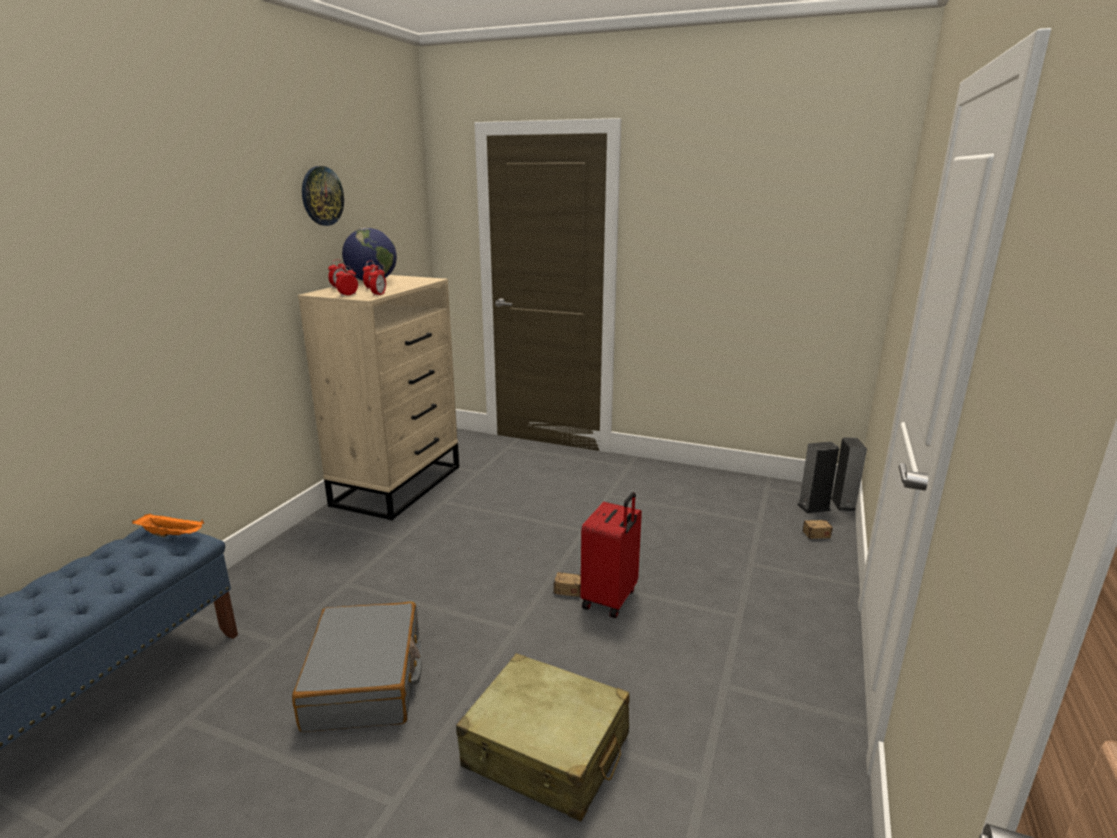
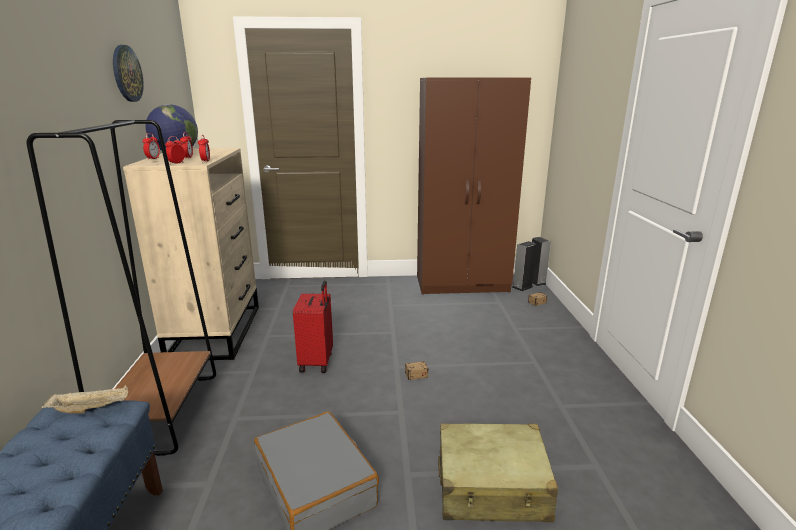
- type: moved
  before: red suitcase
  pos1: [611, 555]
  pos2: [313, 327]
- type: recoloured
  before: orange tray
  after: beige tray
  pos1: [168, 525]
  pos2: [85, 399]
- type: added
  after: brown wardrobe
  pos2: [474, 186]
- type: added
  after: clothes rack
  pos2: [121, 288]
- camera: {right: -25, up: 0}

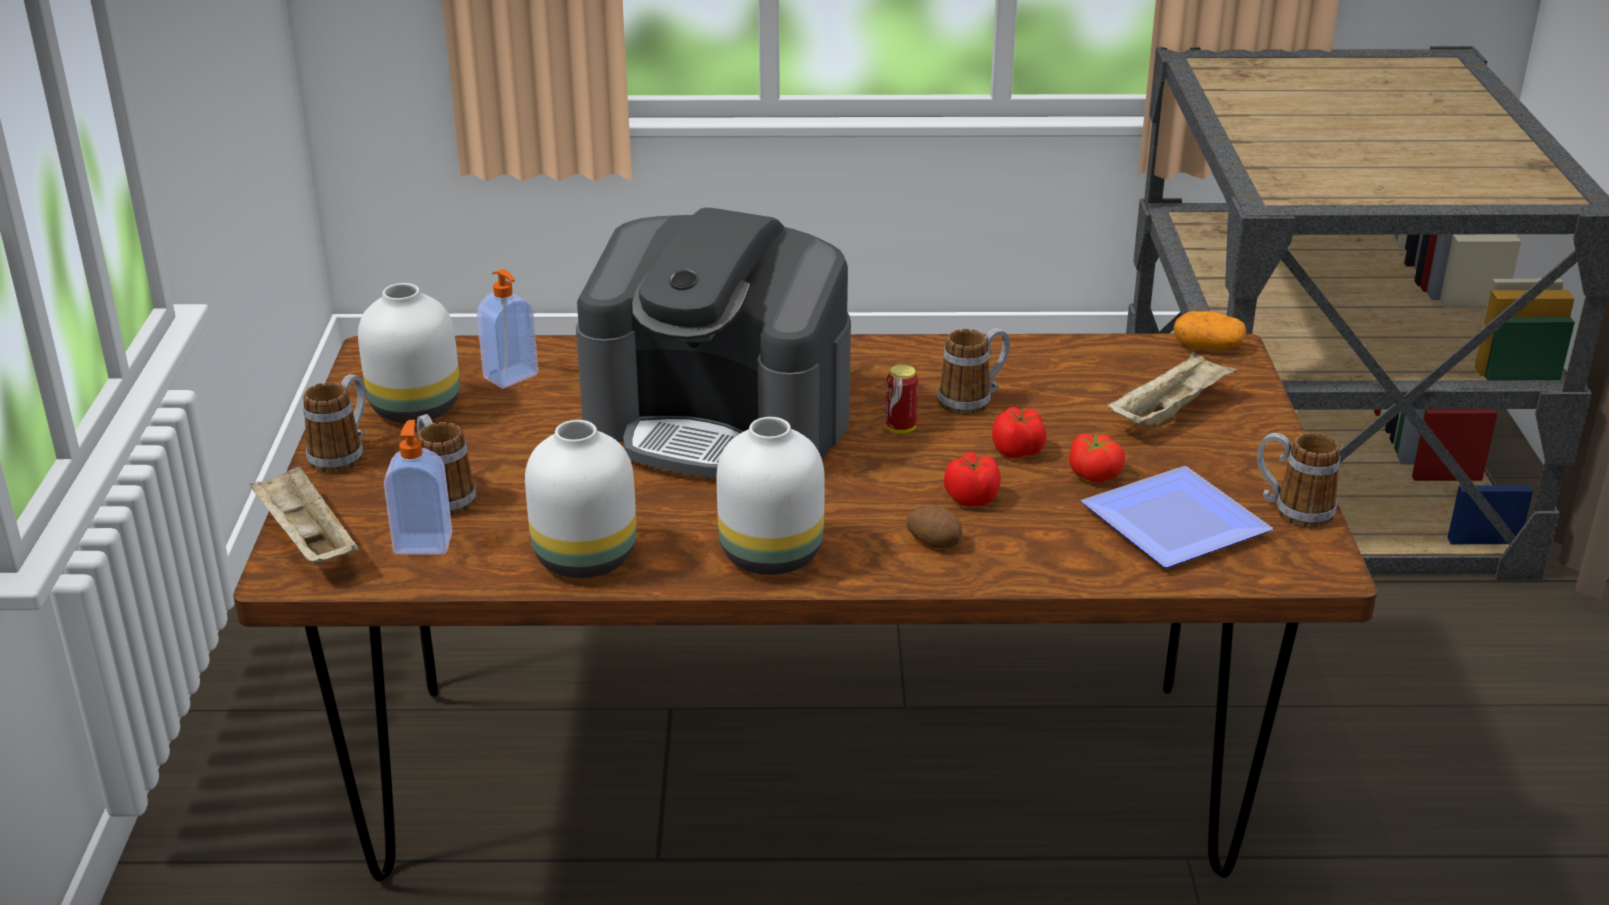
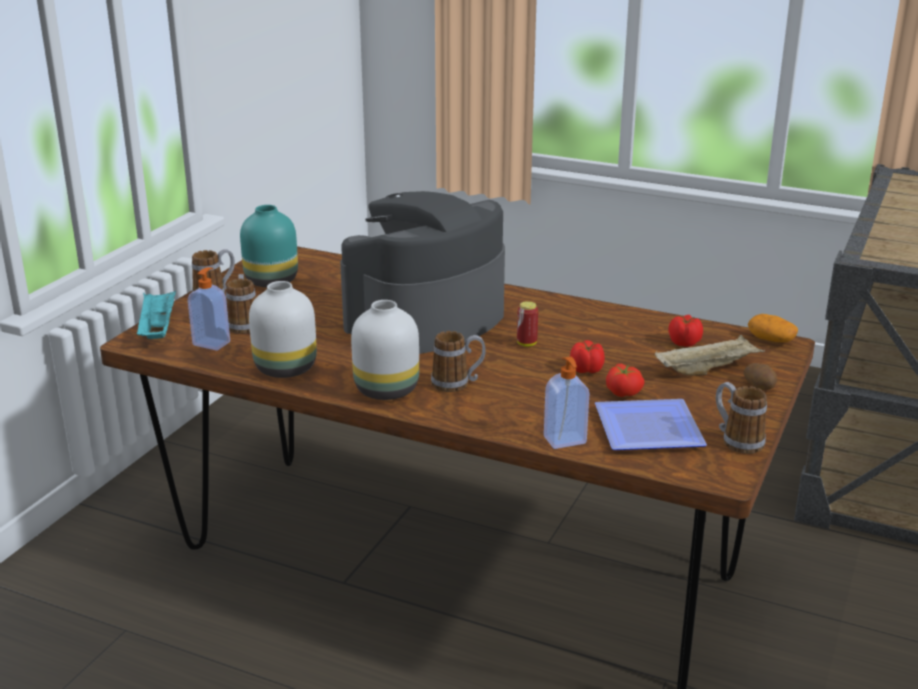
- type: turned
  before: coffee machine
  pos1: [713, 342]
  pos2: [422, 272]
  turn: 90
- type: moved
  before: soap dispenser
  pos1: [507, 329]
  pos2: [566, 403]
- type: recoloured
  before: white vase
  after: turquoise vase
  pos1: [409, 353]
  pos2: [269, 246]
- type: moved
  before: mug
  pos1: [974, 371]
  pos2: [458, 361]
- type: moved
  before: tomato
  pos1: [972, 479]
  pos2: [685, 331]
- type: recoloured
  before: beige tray
  after: turquoise tray
  pos1: [304, 513]
  pos2: [156, 315]
- type: moved
  before: potato
  pos1: [934, 527]
  pos2: [760, 376]
- camera: {right: 25, up: -5}

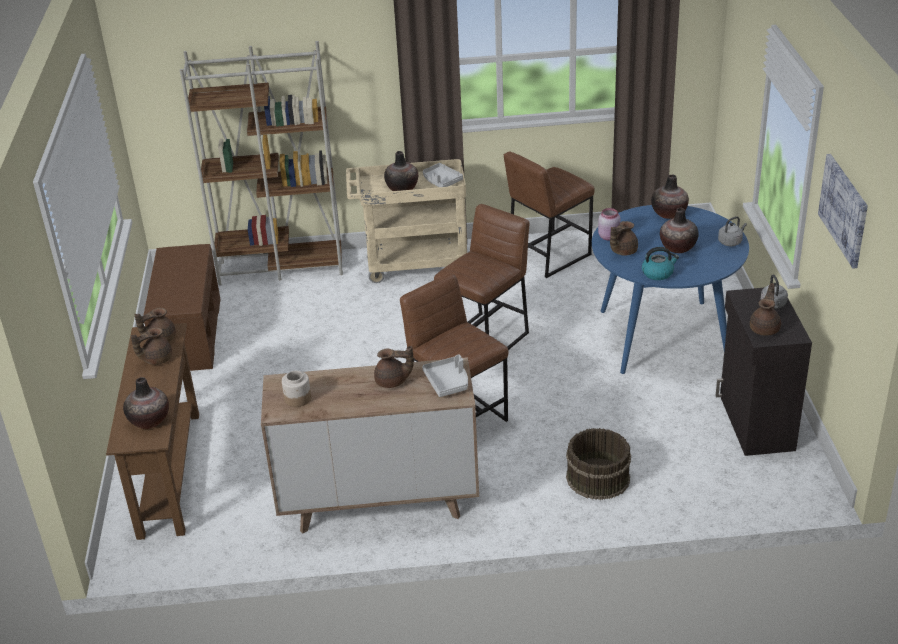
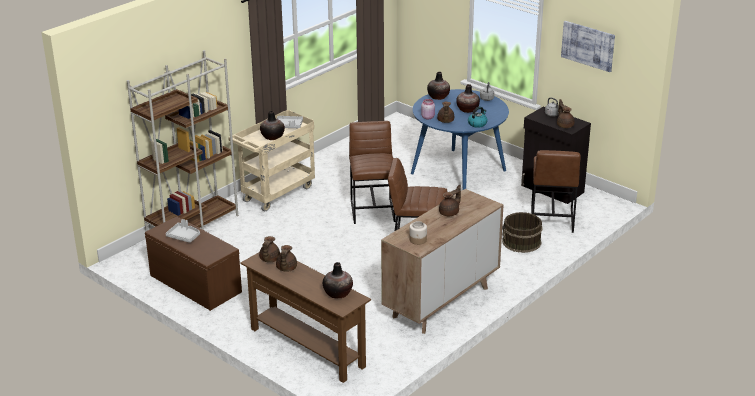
- type: moved
  before: brown chair
  pos1: [549, 214]
  pos2: [556, 191]
- type: moved
  before: grey tray
  pos1: [445, 375]
  pos2: [183, 231]
- camera: {right: -45, up: -5}

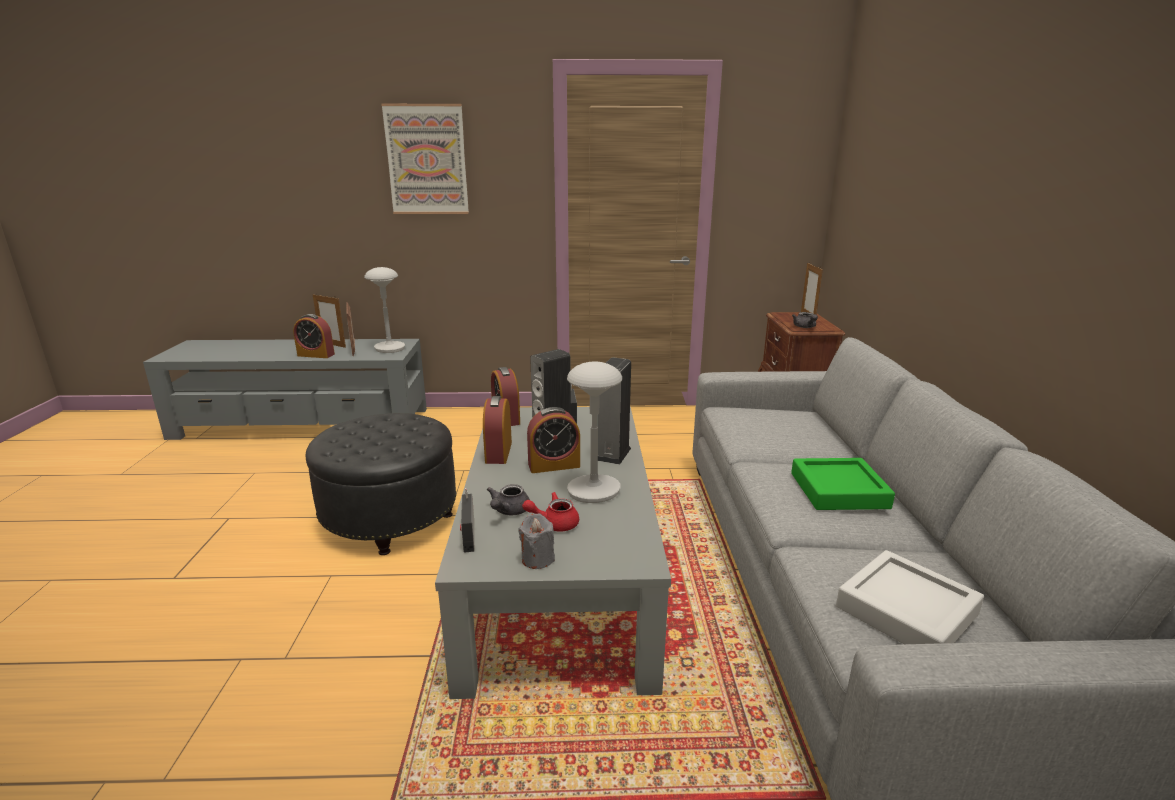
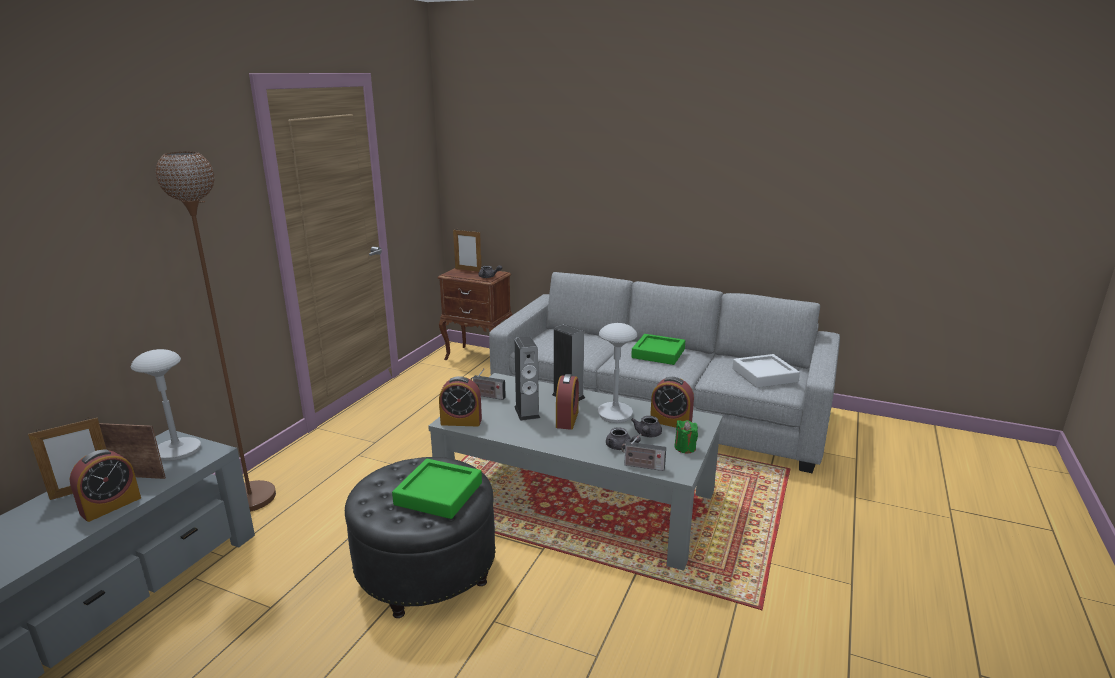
- type: removed
  before: picture
  pos1: [425, 159]
- type: moved
  before: alarm clock
  pos1: [497, 430]
  pos2: [672, 402]
- type: recoloured
  before: red teapot
  after: grey teapot
  pos1: [550, 511]
  pos2: [646, 426]
- type: recoloured
  before: grey candle
  after: green candle
  pos1: [537, 541]
  pos2: [686, 436]
- type: added
  after: brown floor lamp
  pos2: [216, 331]
- type: added
  after: green tray
  pos2: [437, 489]
- camera: {right: -65, up: 0}

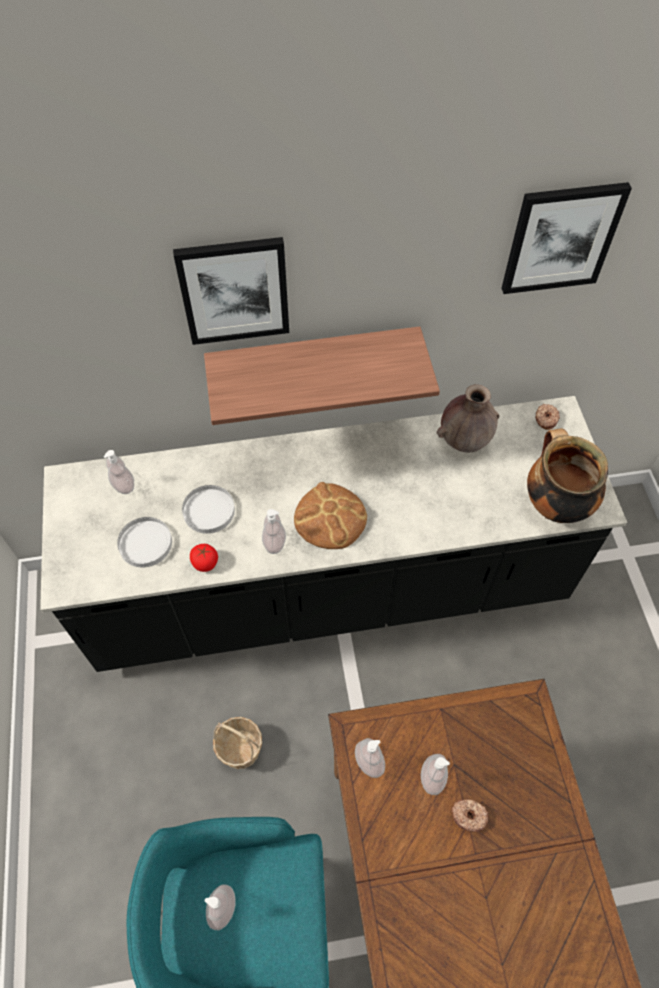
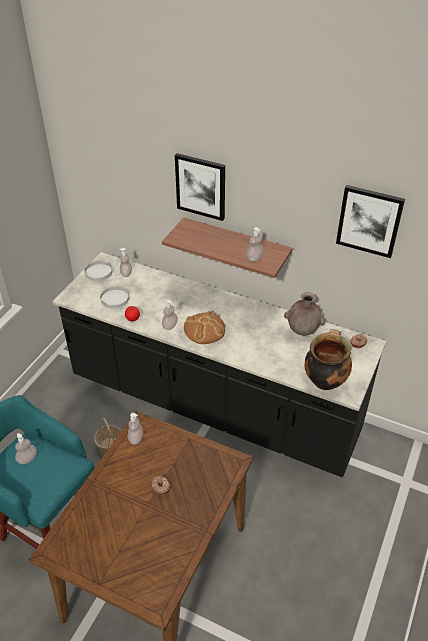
- type: moved
  before: white plate
  pos1: [208, 509]
  pos2: [98, 271]
- type: moved
  before: soap dispenser
  pos1: [435, 774]
  pos2: [255, 244]
- camera: {right: 35, up: -15}

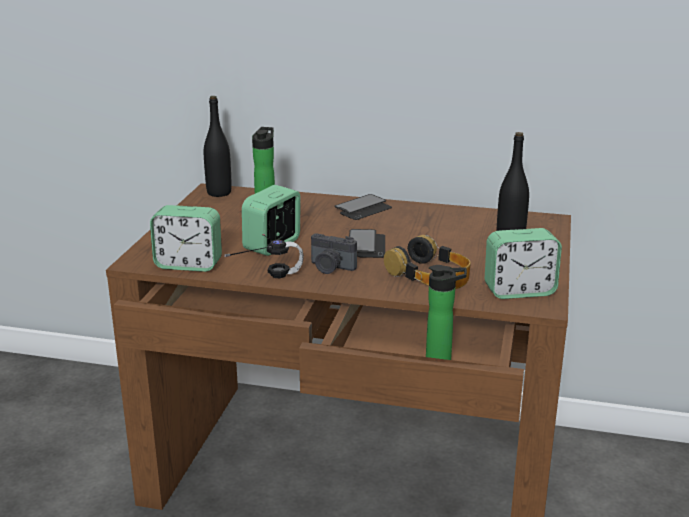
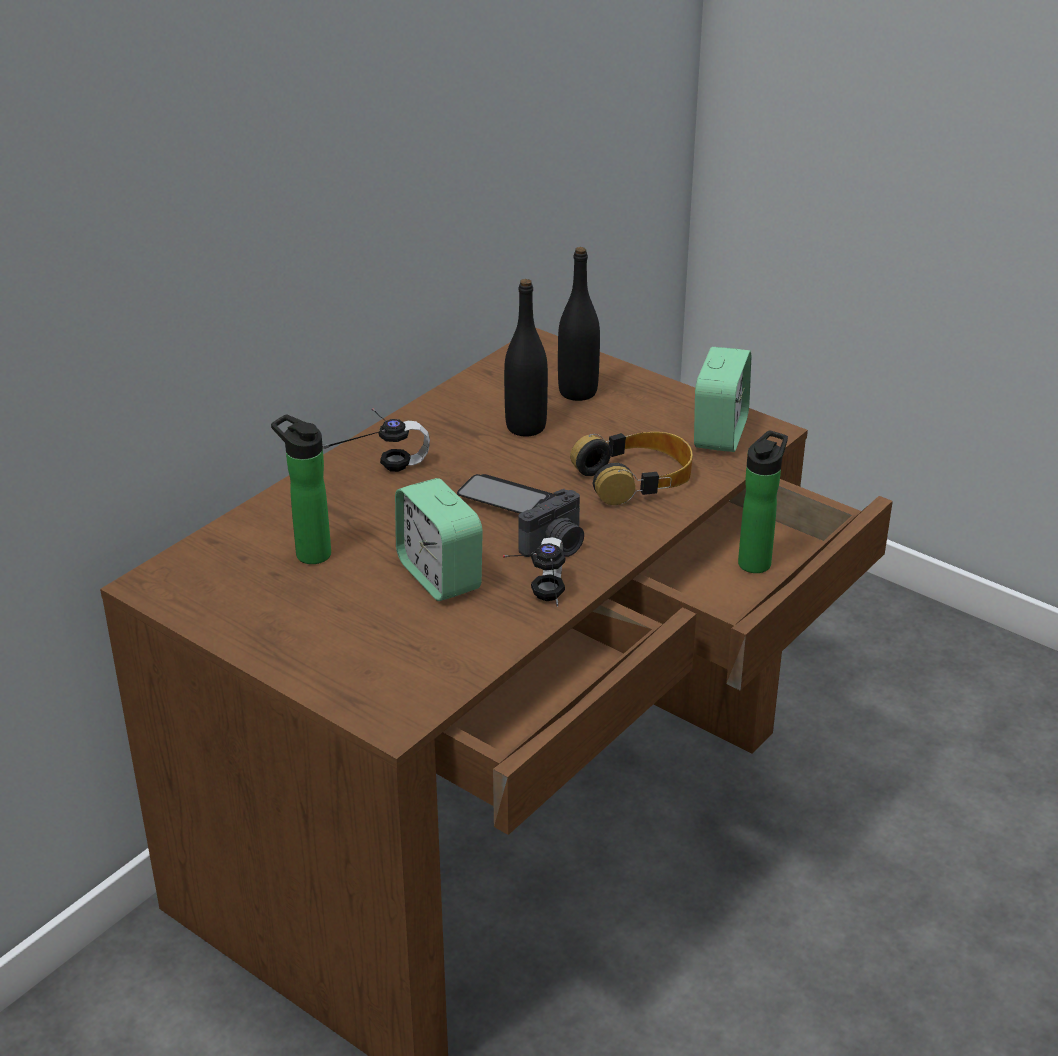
- type: moved
  before: black bottle
  pos1: [218, 146]
  pos2: [526, 357]
- type: replaced
  before: phone
  after: headphones
  pos1: [363, 207]
  pos2: [376, 440]
- type: removed
  before: alarm clock
  pos1: [186, 238]
- camera: {right: -65, up: 10}

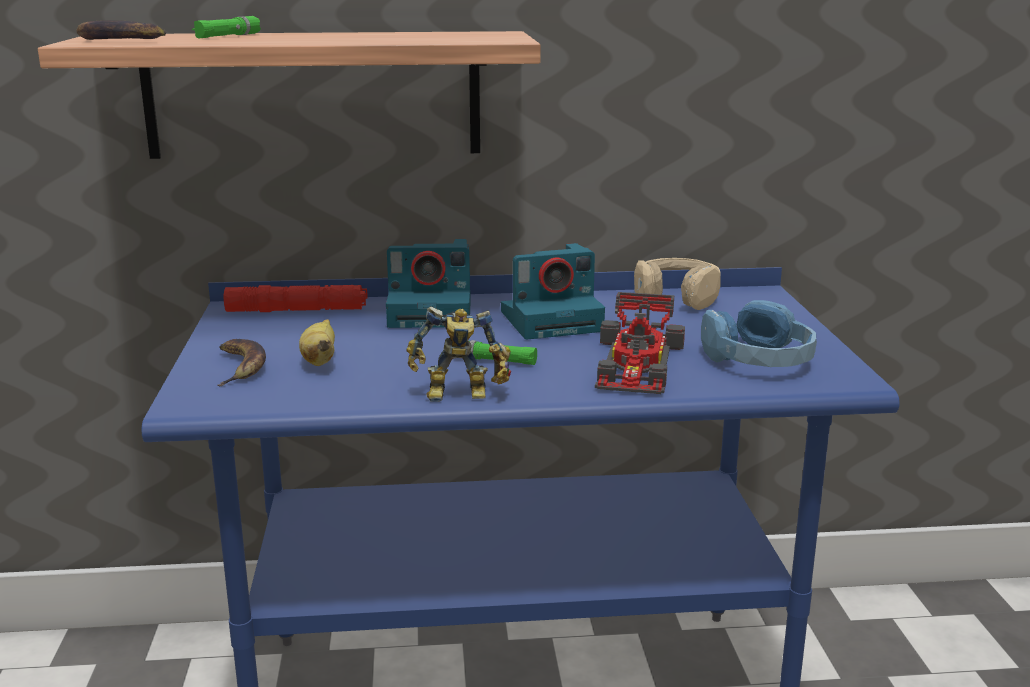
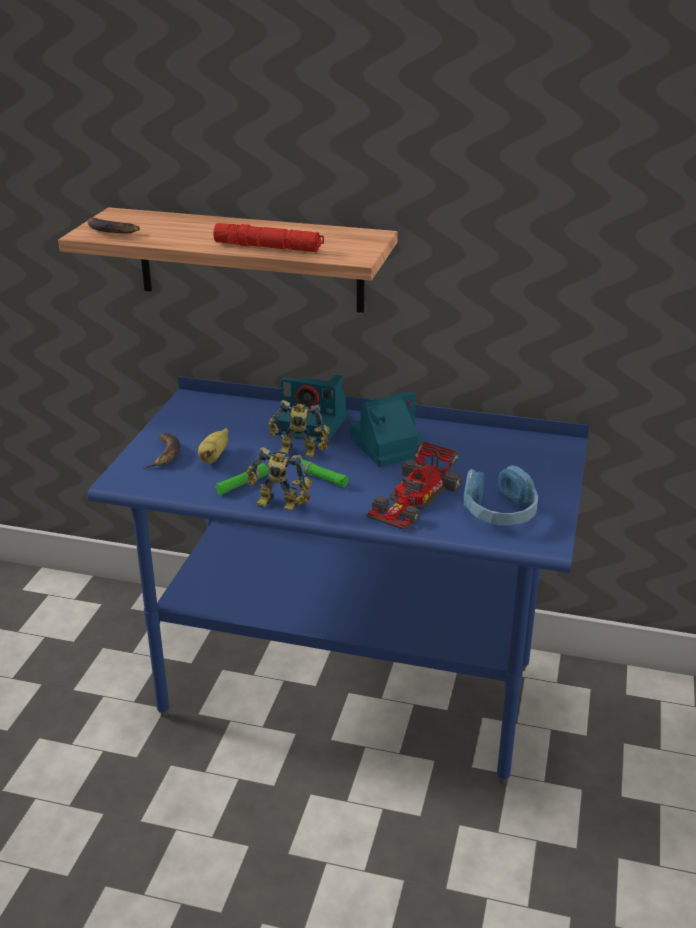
- type: moved
  before: green flashlight
  pos1: [226, 27]
  pos2: [242, 479]
- type: turned
  before: photo camera
  pos1: [553, 291]
  pos2: [387, 429]
  turn: 150
- type: removed
  before: beige headphones
  pos1: [677, 284]
- type: moved
  before: red flashlight
  pos1: [296, 298]
  pos2: [268, 237]
- type: added
  after: toy robot
  pos2: [299, 428]
- camera: {right: 20, up: 10}

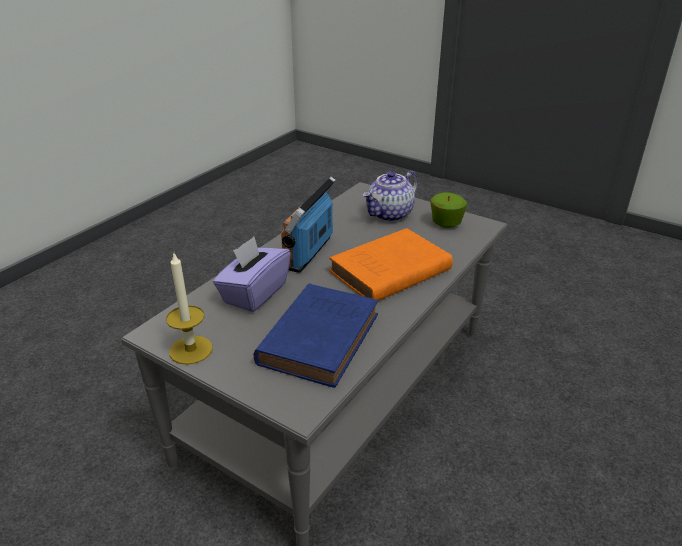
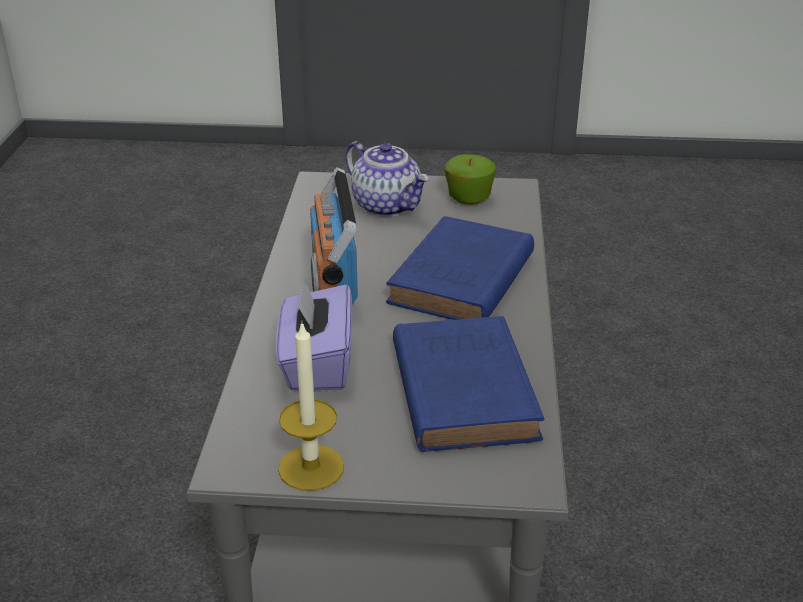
- type: turned
  before: teapot
  pos1: [390, 196]
  pos2: [387, 179]
  turn: -60
- type: recoloured
  before: orange book
  after: blue book
  pos1: [391, 264]
  pos2: [460, 268]
- camera: {right: -30, up: 0}

